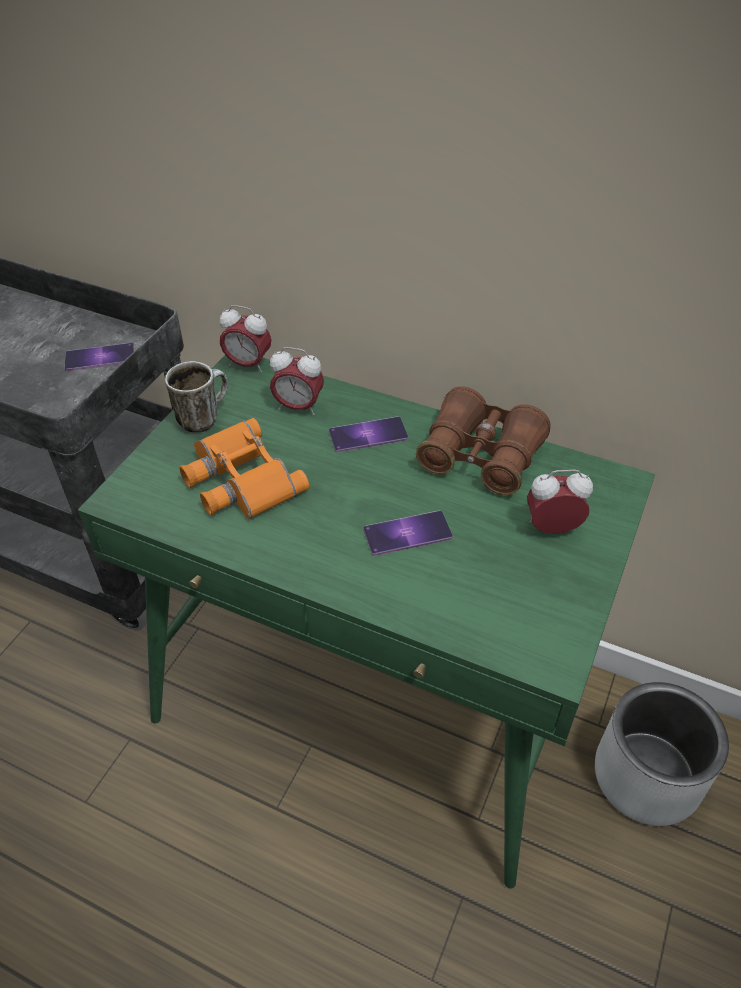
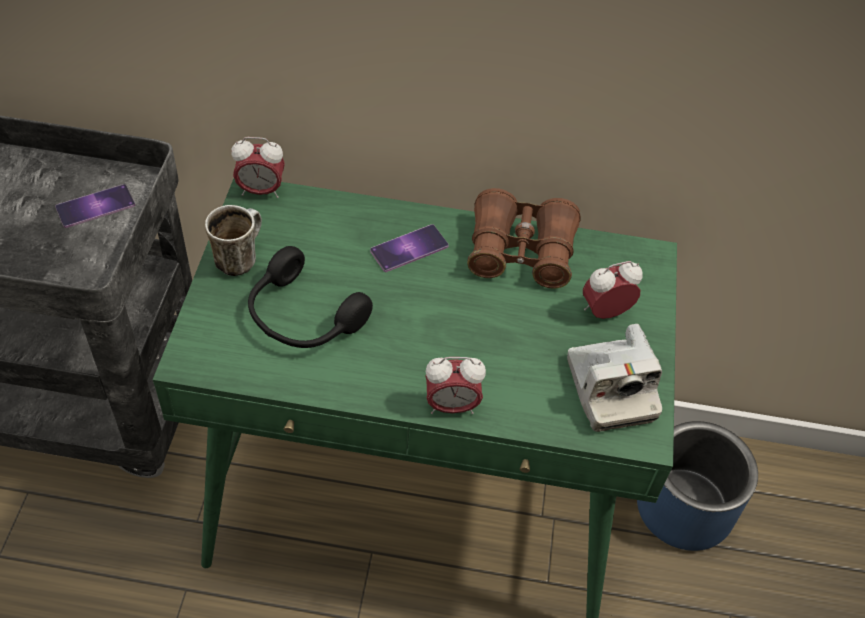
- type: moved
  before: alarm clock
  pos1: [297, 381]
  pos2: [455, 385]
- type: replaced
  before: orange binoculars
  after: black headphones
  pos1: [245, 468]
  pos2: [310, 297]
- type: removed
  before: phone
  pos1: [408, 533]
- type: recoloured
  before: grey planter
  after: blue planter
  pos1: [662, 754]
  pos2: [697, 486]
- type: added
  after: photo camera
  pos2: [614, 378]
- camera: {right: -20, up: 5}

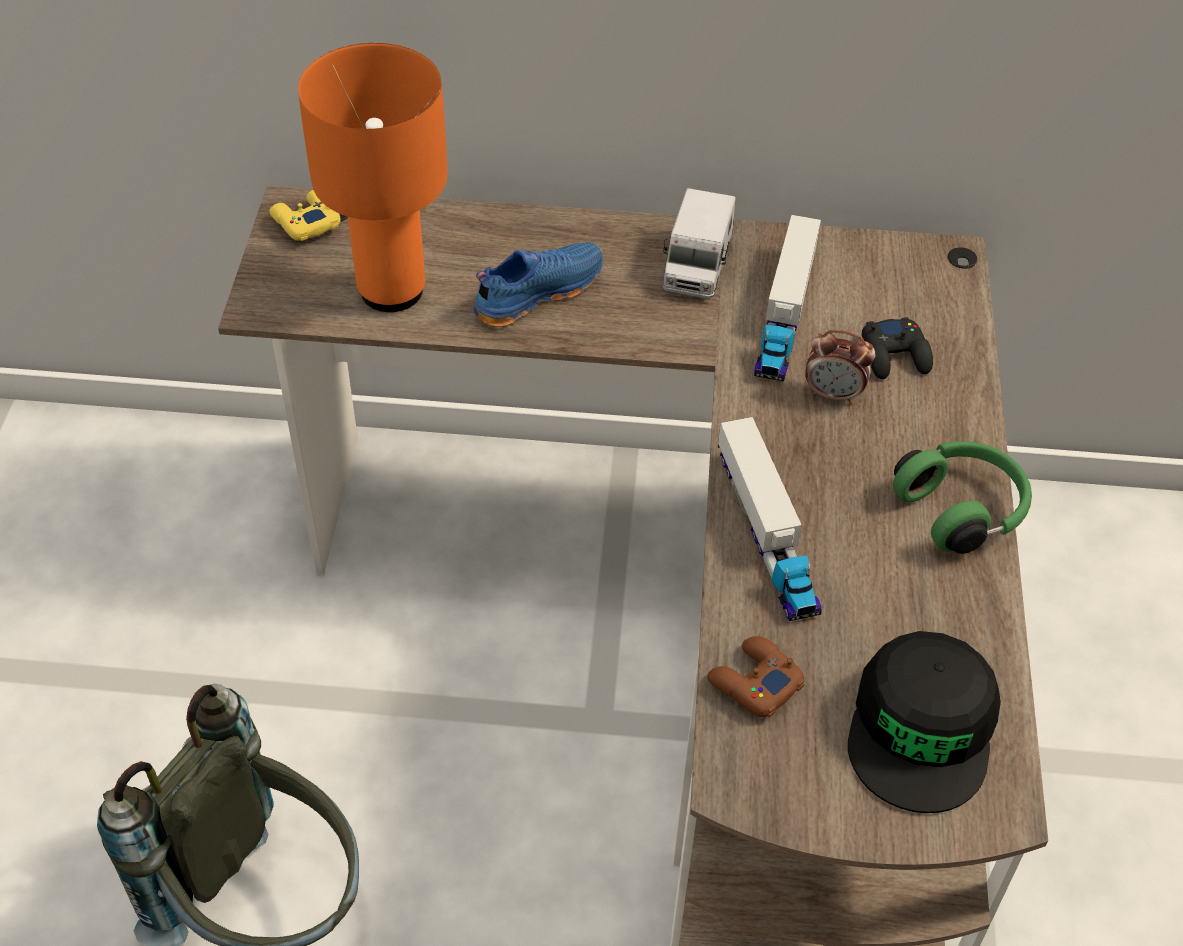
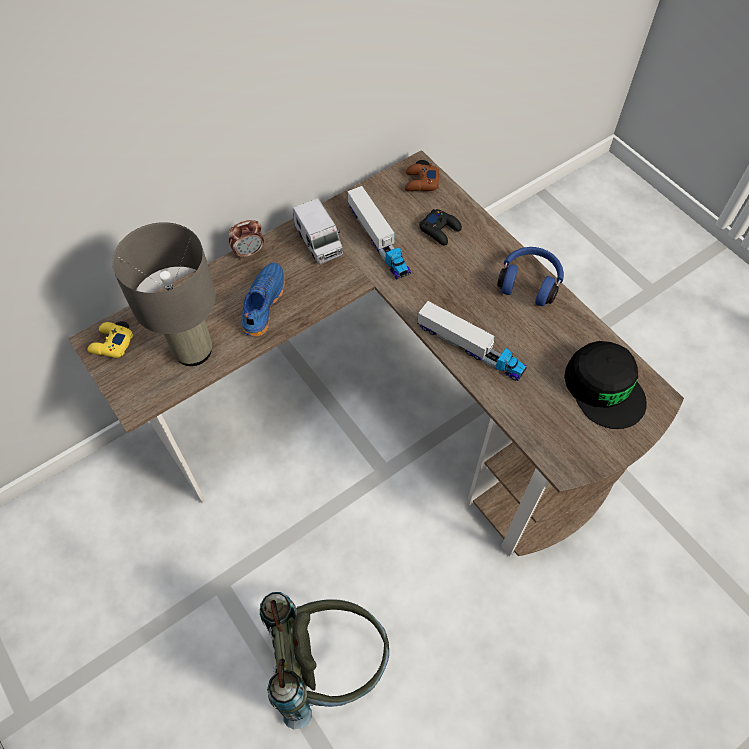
- type: recoloured
  before: orange table lamp
  after: grey table lamp
  pos1: [372, 177]
  pos2: [164, 294]
- type: moved
  before: alarm clock
  pos1: [840, 367]
  pos2: [246, 239]
- type: recoloured
  before: green headphones
  after: blue headphones
  pos1: [962, 497]
  pos2: [530, 276]
- type: moved
  before: brown game controller
  pos1: [756, 677]
  pos2: [422, 177]
- camera: {right: -40, up: 10}

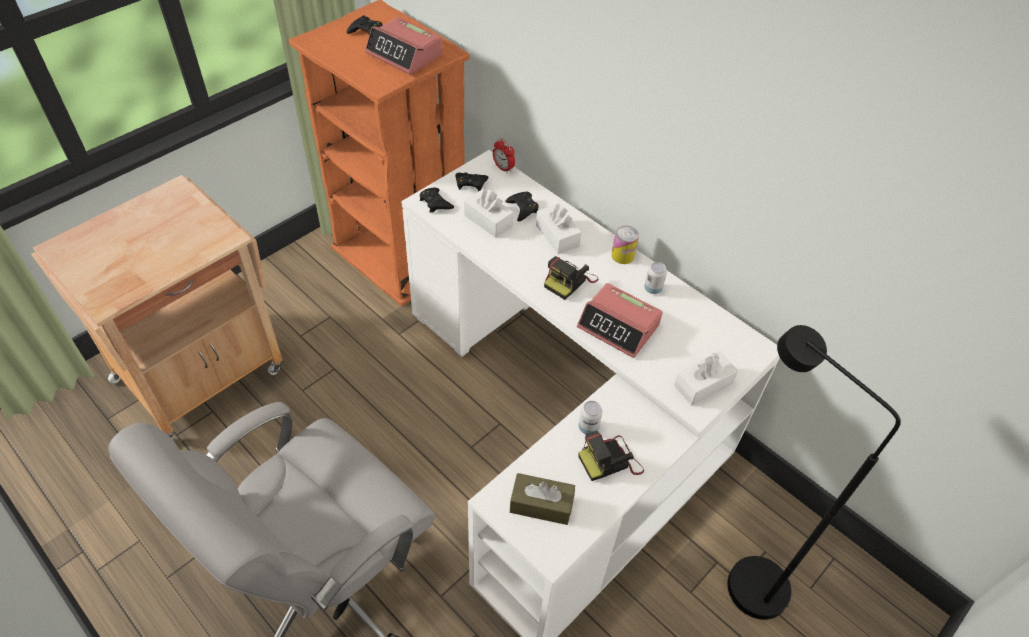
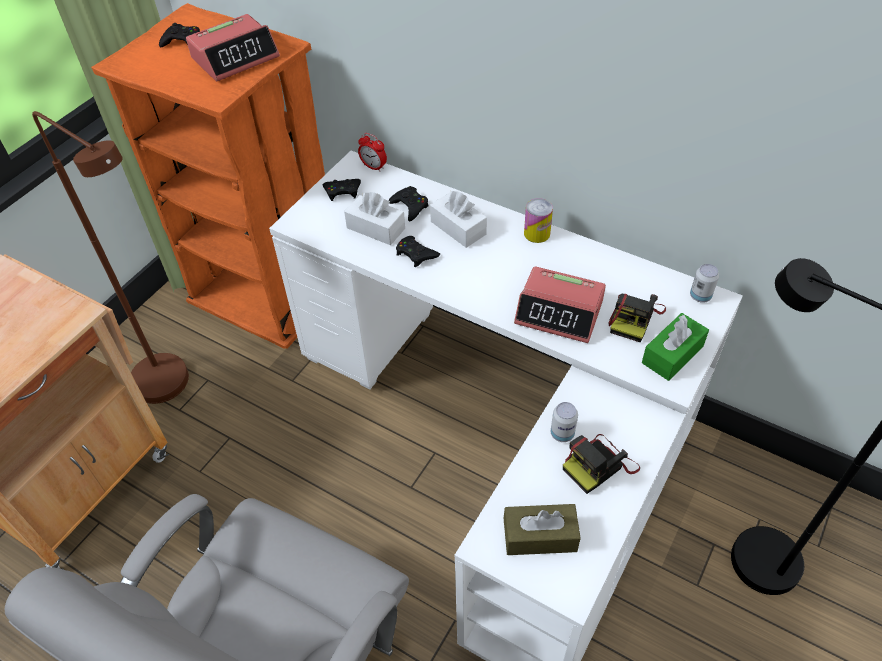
- type: turned
  before: alarm clock
  pos1: [403, 46]
  pos2: [233, 47]
  turn: -60
- type: moved
  before: black game controller
  pos1: [437, 200]
  pos2: [418, 251]
- type: moved
  before: photo camera
  pos1: [571, 278]
  pos2: [637, 318]
- type: moved
  before: can
  pos1: [655, 278]
  pos2: [704, 283]
- type: recoloured
  before: white tissue box
  after: green tissue box
  pos1: [706, 378]
  pos2: [675, 347]
- type: added
  after: brown floor lamp
  pos2: [110, 257]
- camera: {right: -10, up: 0}

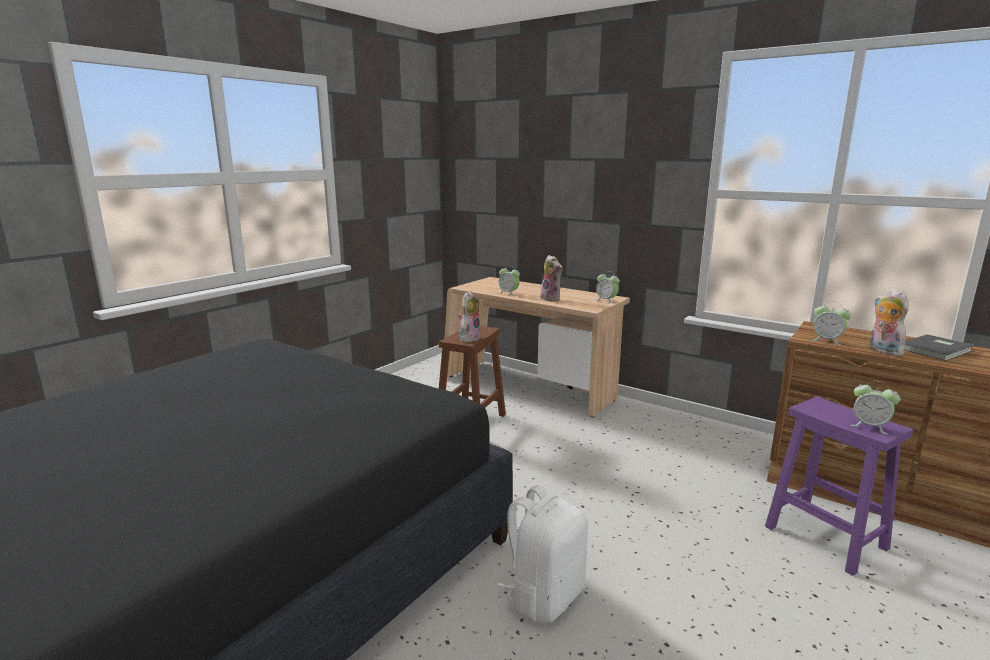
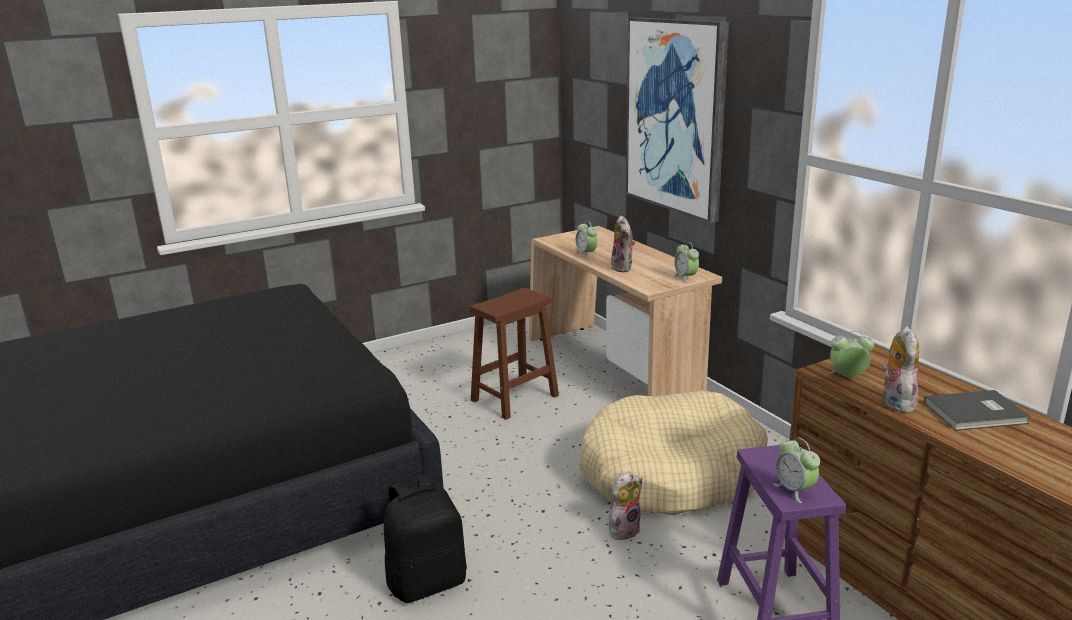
- type: moved
  before: plush toy
  pos1: [469, 316]
  pos2: [625, 505]
- type: turned
  before: alarm clock
  pos1: [831, 323]
  pos2: [851, 354]
  turn: 120
- type: recoloured
  before: white backpack
  after: black backpack
  pos1: [542, 554]
  pos2: [425, 538]
- type: added
  after: picture
  pos2: [677, 120]
- type: added
  after: beige dog bed
  pos2: [673, 452]
- camera: {right: 25, up: 5}

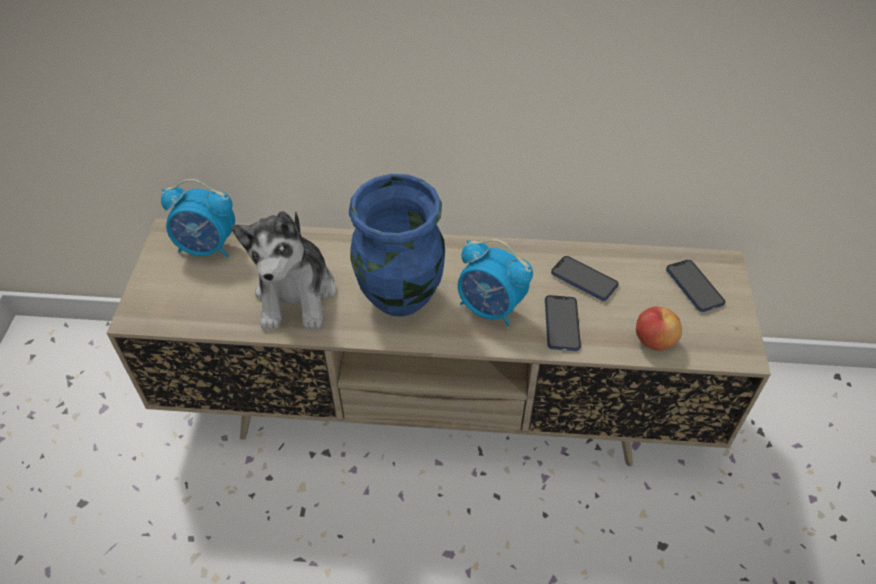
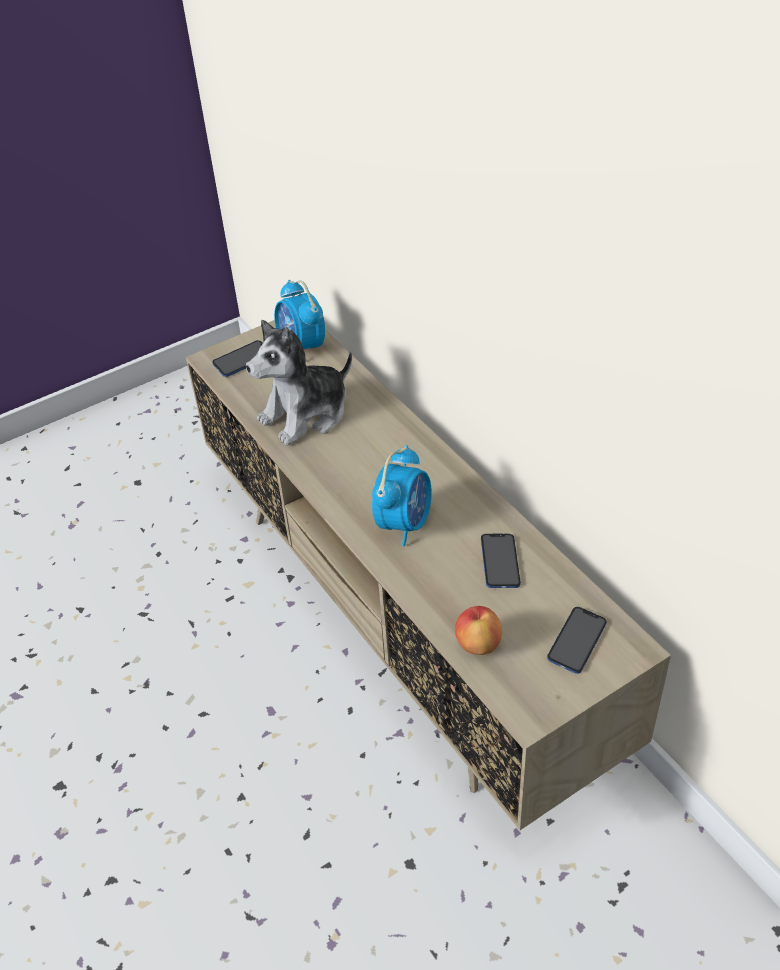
- type: removed
  before: blue vase
  pos1: [397, 245]
- type: turned
  before: alarm clock
  pos1: [495, 282]
  pos2: [402, 495]
  turn: -150
- type: moved
  before: phone
  pos1: [563, 323]
  pos2: [237, 358]
- camera: {right: 55, up: -5}

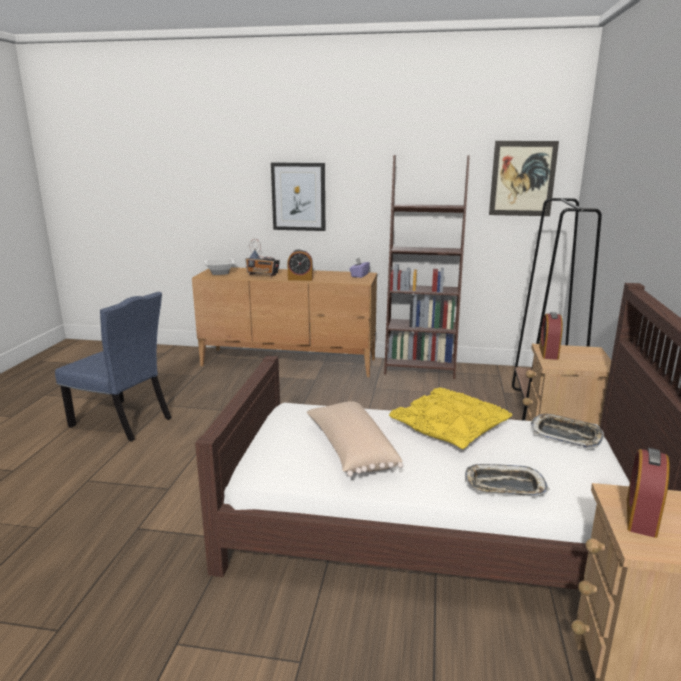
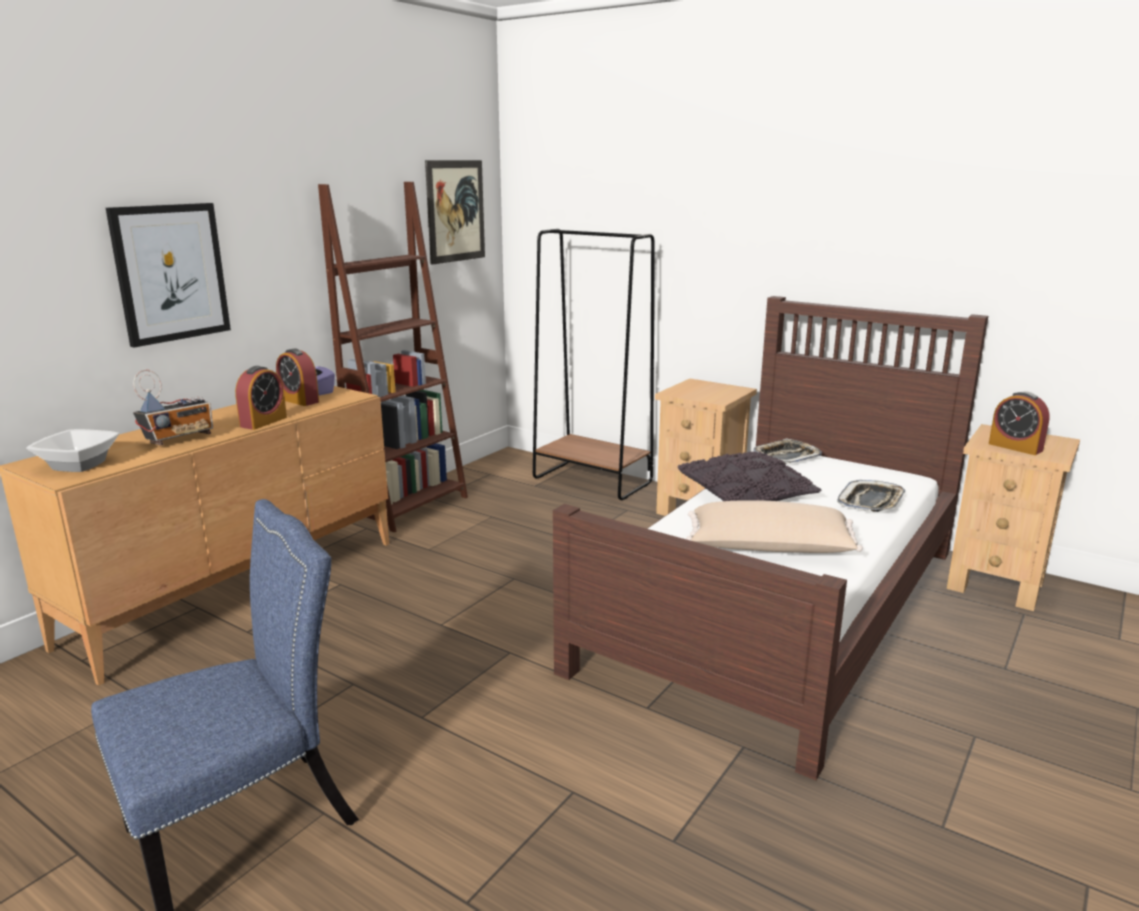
- type: moved
  before: alarm clock
  pos1: [551, 336]
  pos2: [297, 377]
- type: recoloured
  before: yellow pillow
  after: black pillow
  pos1: [450, 418]
  pos2: [750, 476]
- camera: {right: -65, up: 0}

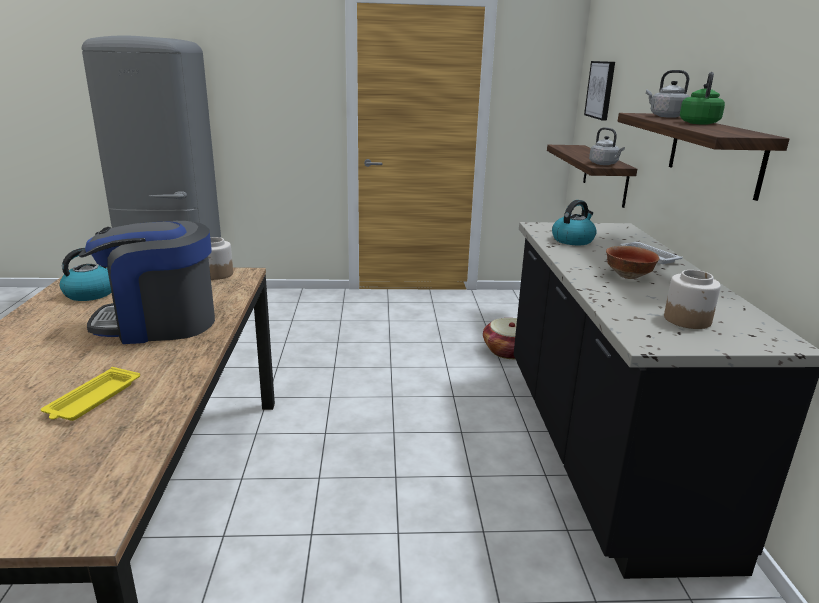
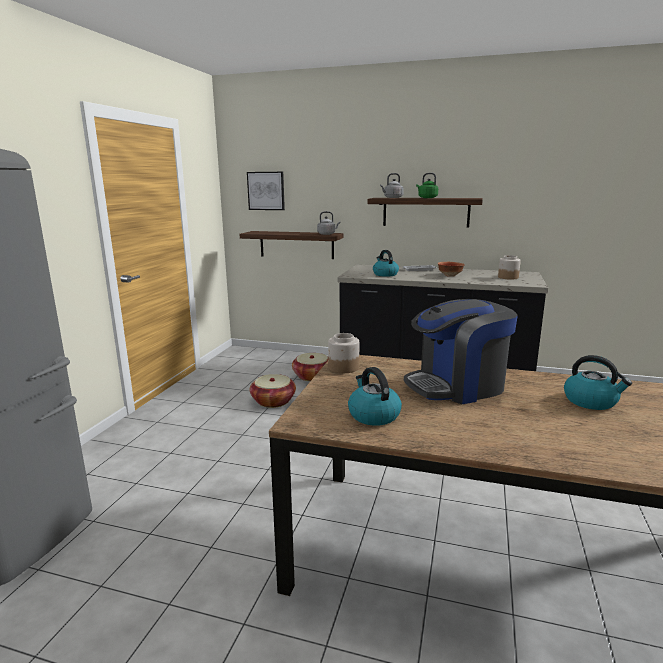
- type: turned
  before: coffee machine
  pos1: [147, 282]
  pos2: [461, 351]
  turn: 60
- type: replaced
  before: yellow tray
  after: kettle
  pos1: [90, 394]
  pos2: [598, 382]
- type: added
  after: basket
  pos2: [273, 391]
- camera: {right: -70, up: -5}

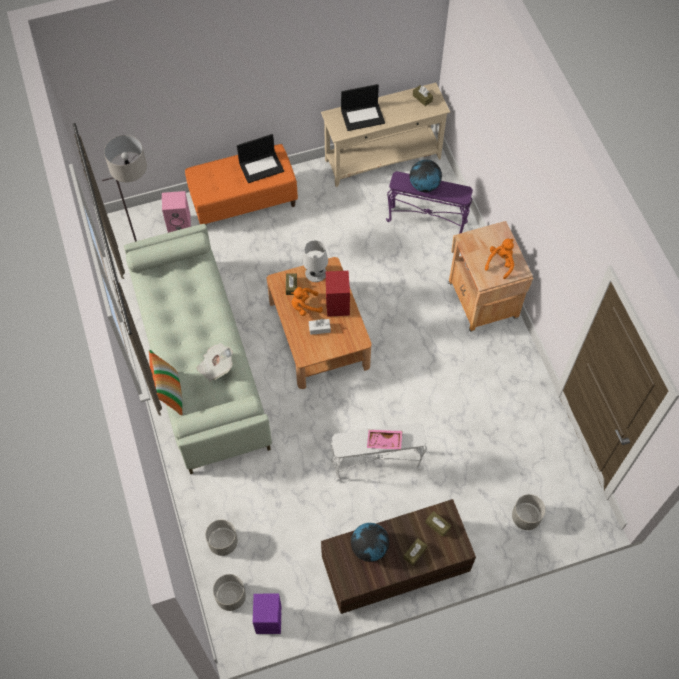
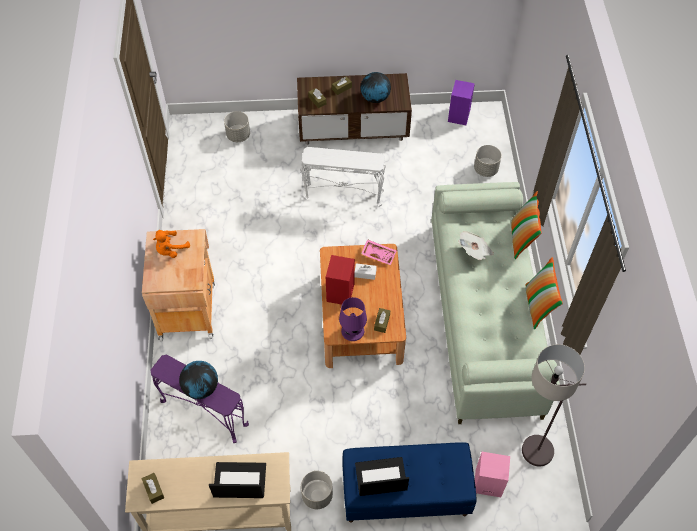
- type: recoloured
  before: orange bench
  after: blue bench
  pos1: [241, 185]
  pos2: [410, 482]
- type: recoloured
  before: white table lamp
  after: purple table lamp
  pos1: [315, 261]
  pos2: [353, 319]
- type: removed
  before: orange plush toy
  pos1: [307, 301]
- type: moved
  before: pink tray
  pos1: [384, 439]
  pos2: [379, 252]
- type: moved
  before: grey planter
  pos1: [229, 592]
  pos2: [317, 490]
- type: added
  after: pillow
  pos2: [544, 293]
- camera: {right: -165, up: -5}

